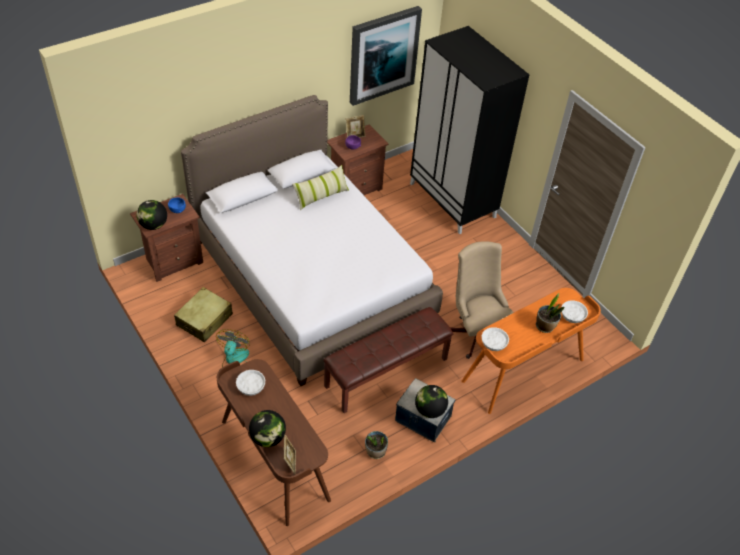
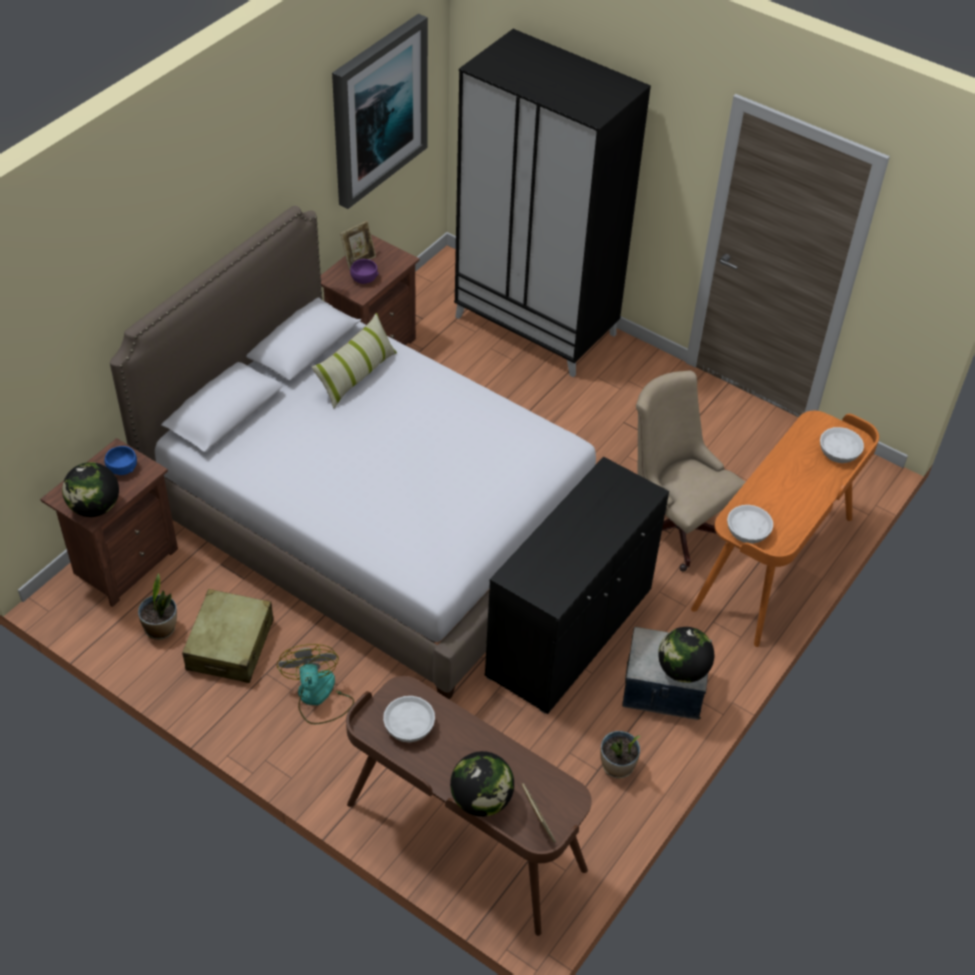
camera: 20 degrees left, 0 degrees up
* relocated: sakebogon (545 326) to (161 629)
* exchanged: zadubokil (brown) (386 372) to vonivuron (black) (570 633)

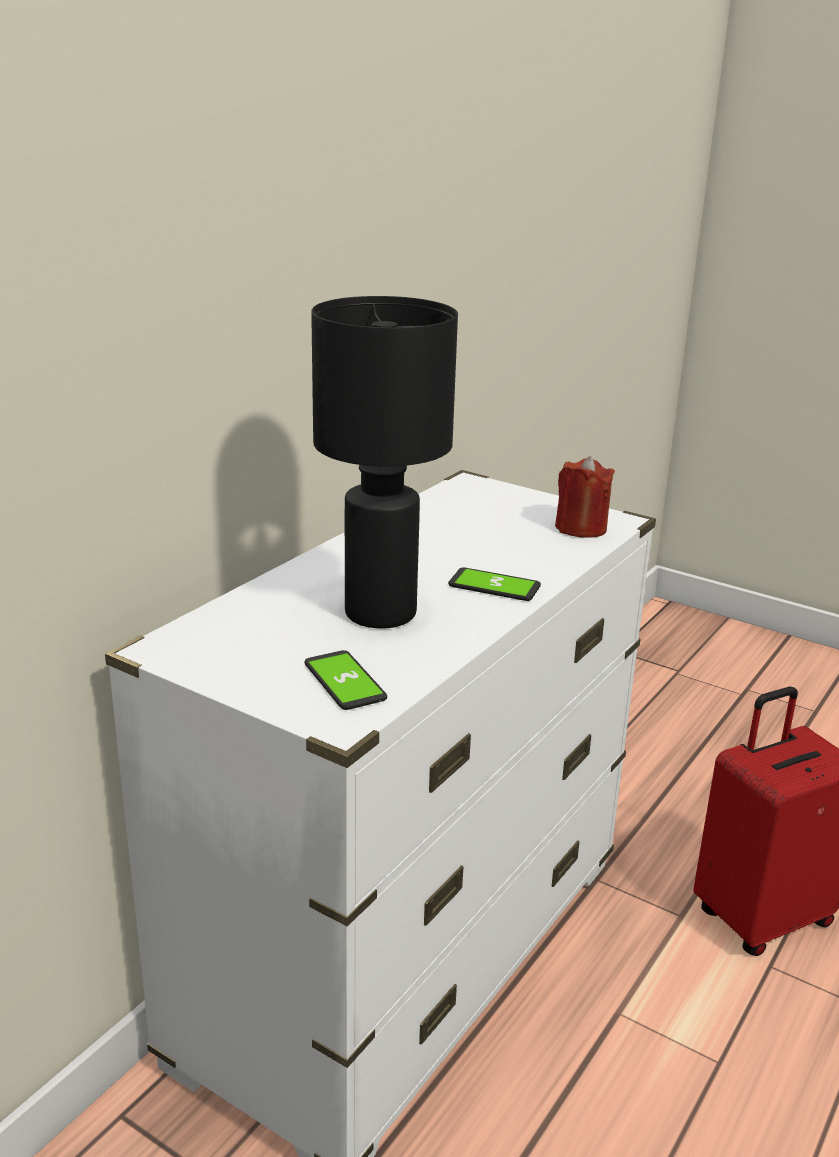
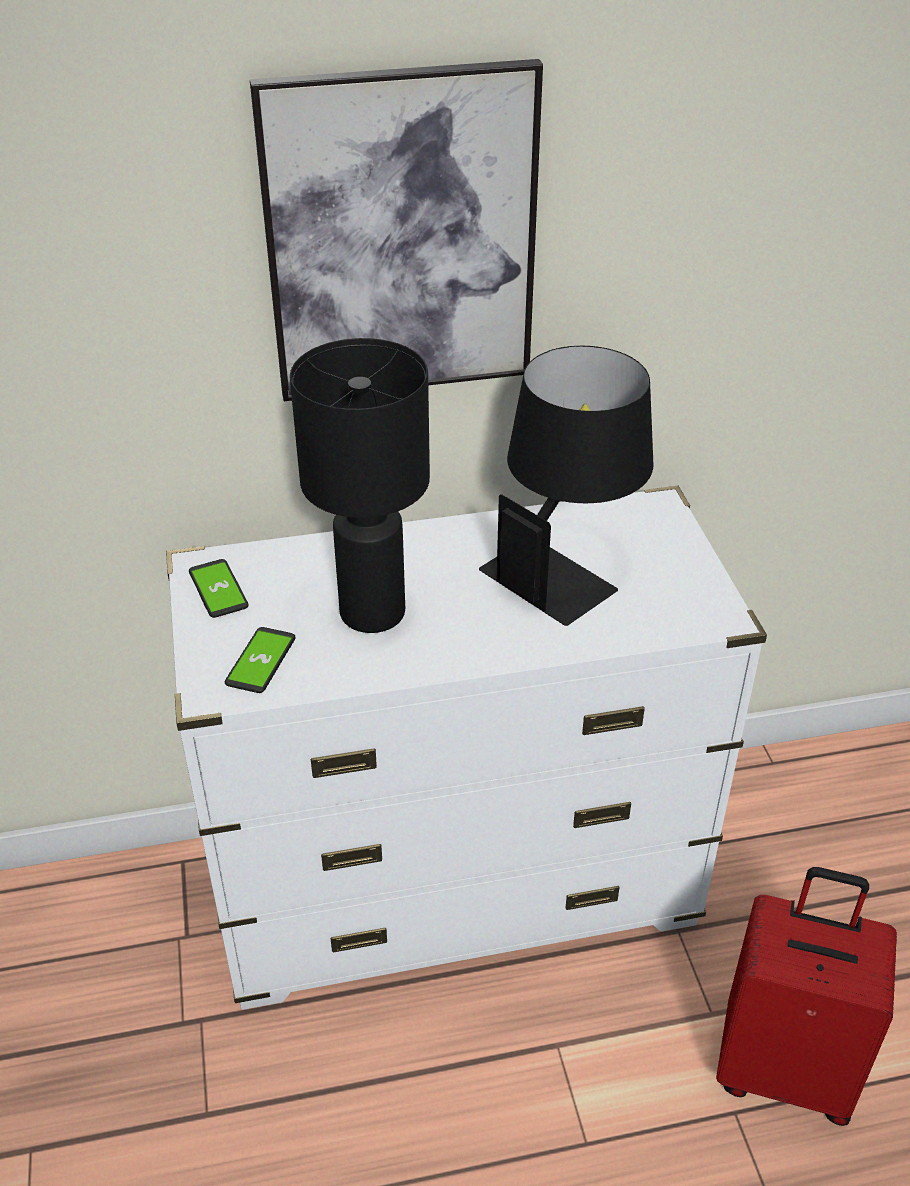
camera: 45 degrees right, 15 degrees up
* missing: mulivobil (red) (581 528)
* relocated: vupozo (494 586) to (218 589)
* appeared: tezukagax (401 237)
* appeared: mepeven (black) (565 567)

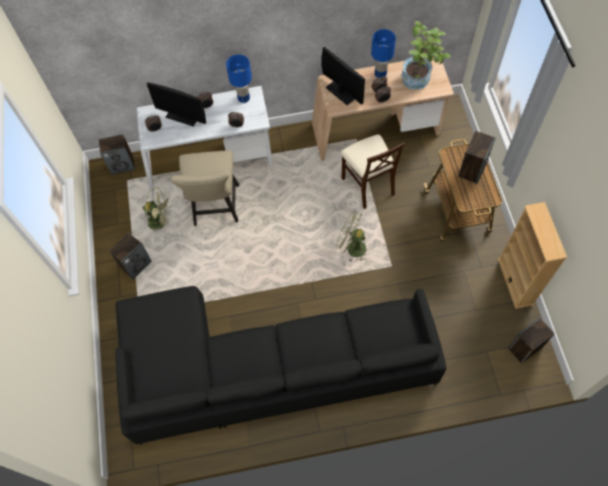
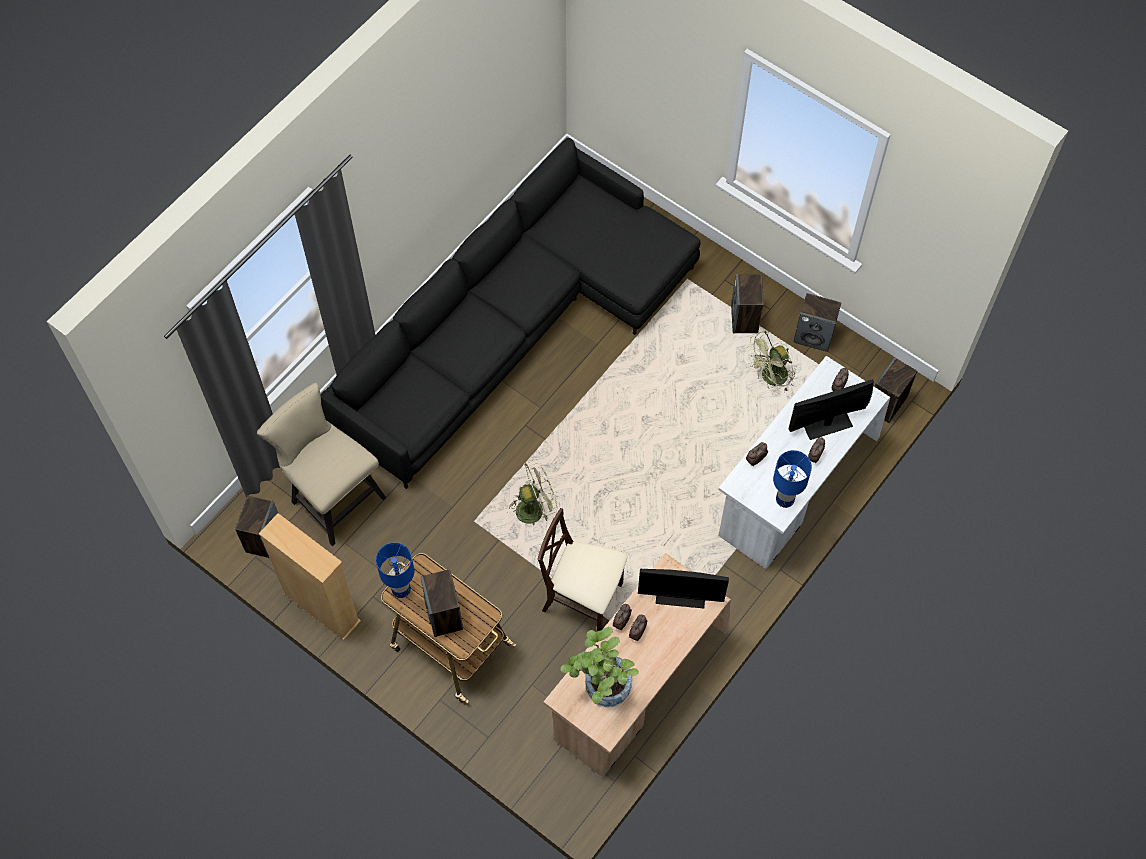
camera: 135 degrees right, 0 degrees up
* relocated: mepeven (blue) (380 74) to (400 589)
* relocated: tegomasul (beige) (215 209) to (332 497)
* appeared: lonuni (814 336)

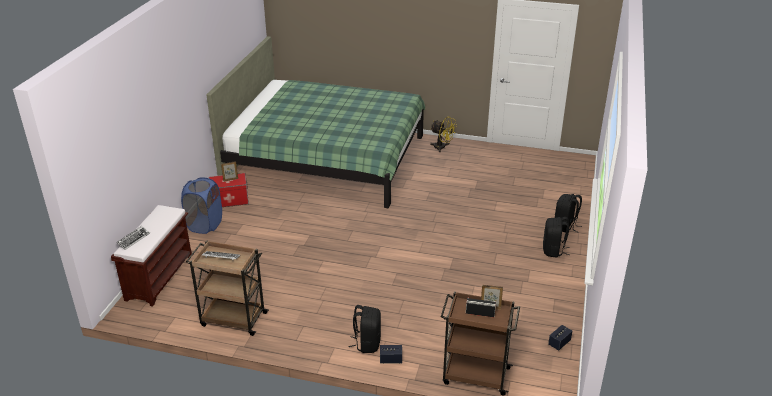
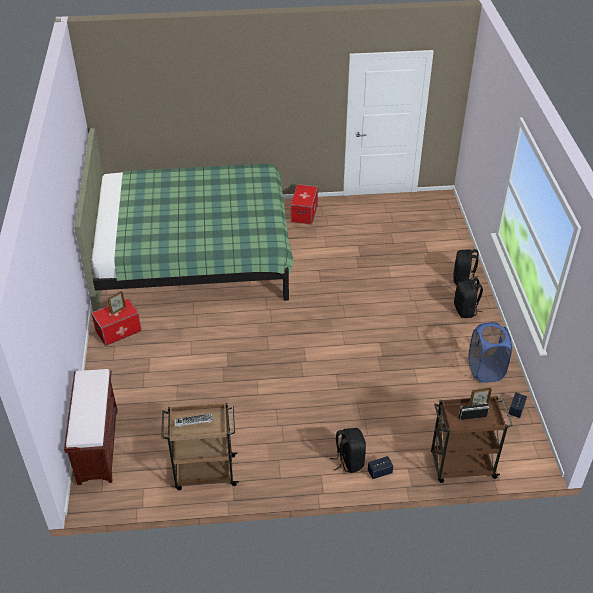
camera: 20 degrees left, 10 degrees up
* exchanged: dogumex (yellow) (442 148) to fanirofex (304 213)
* relocated: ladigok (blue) (205 225) to (485 370)
* missing: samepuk (133 239)

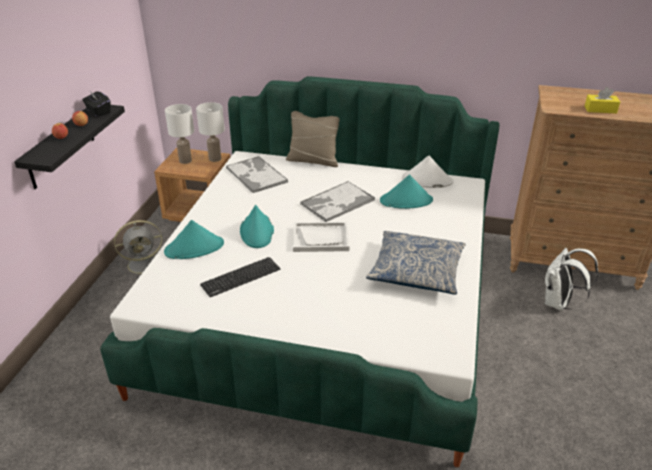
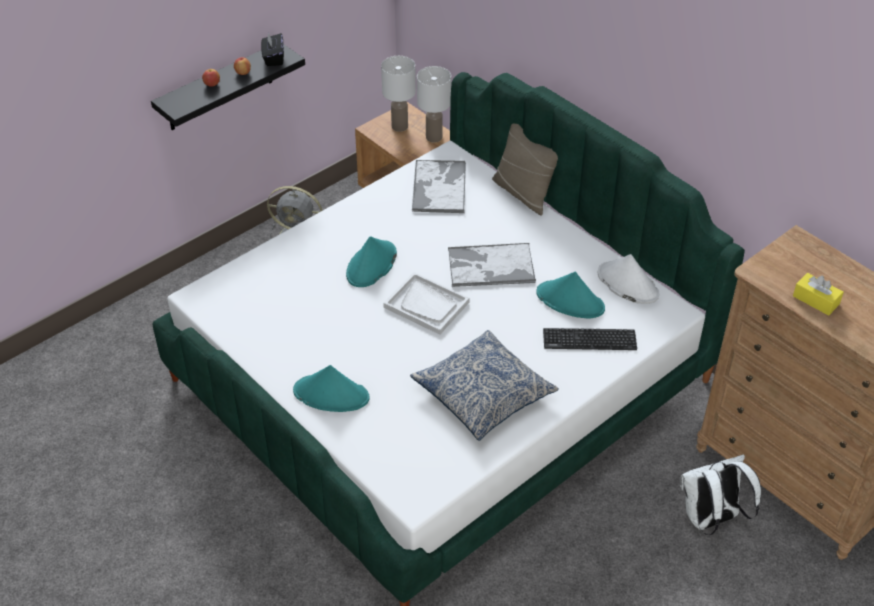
camera: 35 degrees right, 10 degrees up
* relocated: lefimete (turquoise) (194 248) to (331 394)
* relocated: samepuk (241 277) to (589 340)

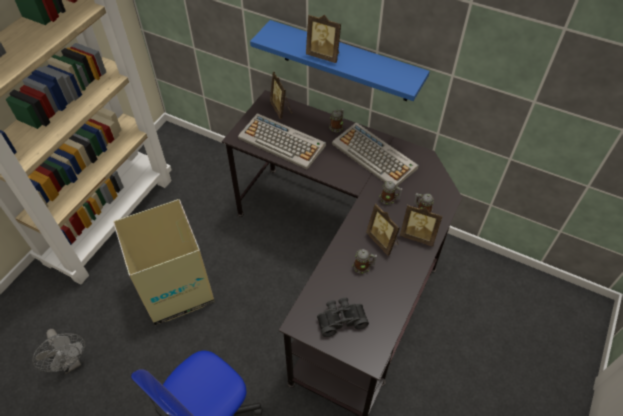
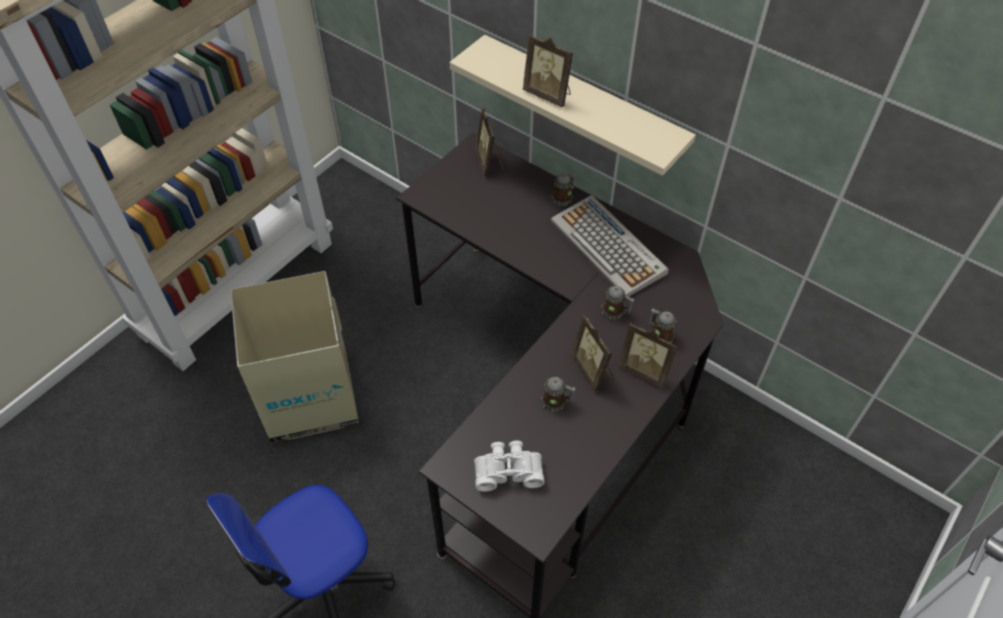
camera: 10 degrees right, 0 degrees up
* colour: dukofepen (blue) (345 62) to dukofepen (beige) (582 106)
* missing: samepuk (282 142)
* colour: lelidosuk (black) (340 318) to lelidosuk (white) (508 469)
* missing: dogumex (grey) (71 362)

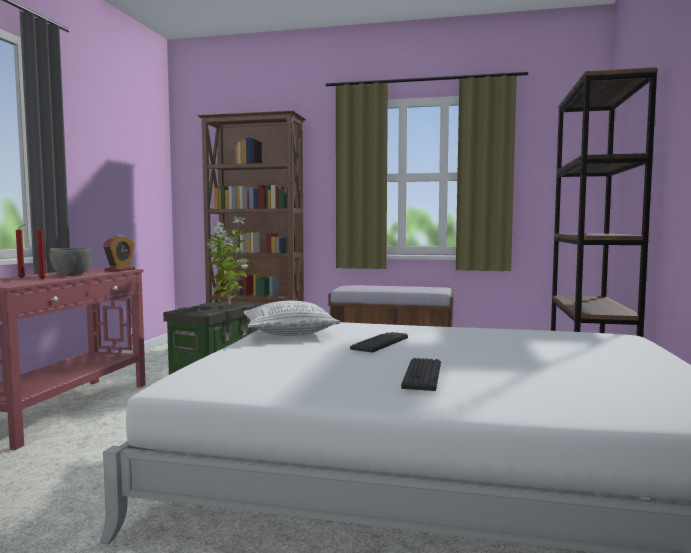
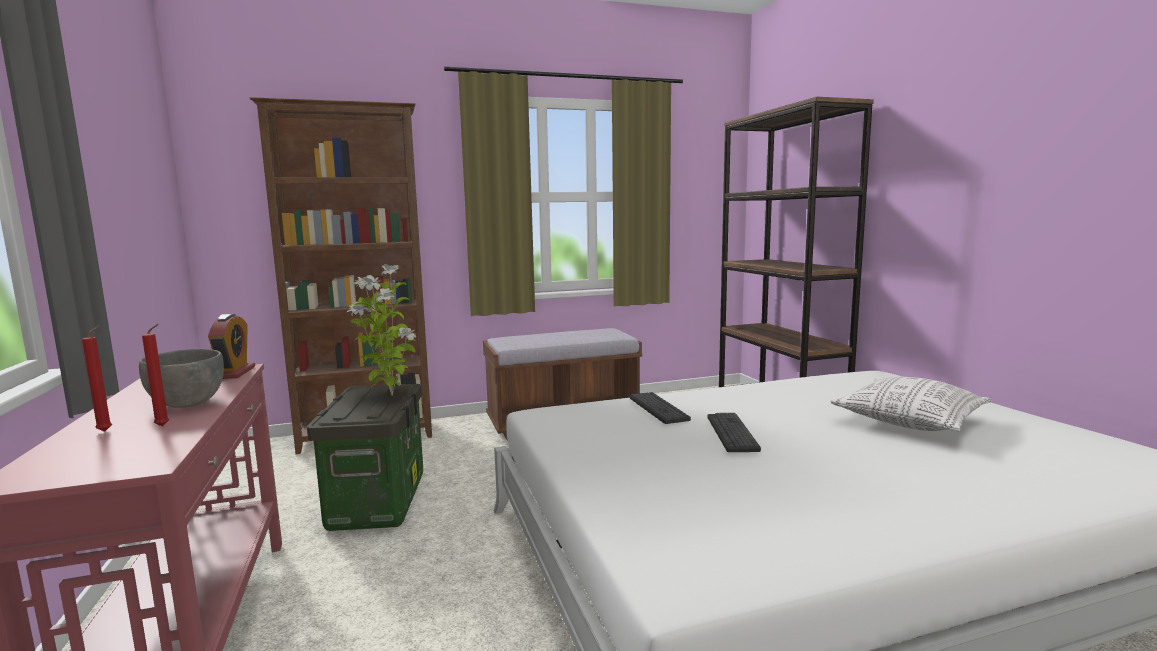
camera: 30 degrees left, 5 degrees up
* relocated: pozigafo (289 332) to (909 421)
* relocated: samepuk (422 375) to (658 408)

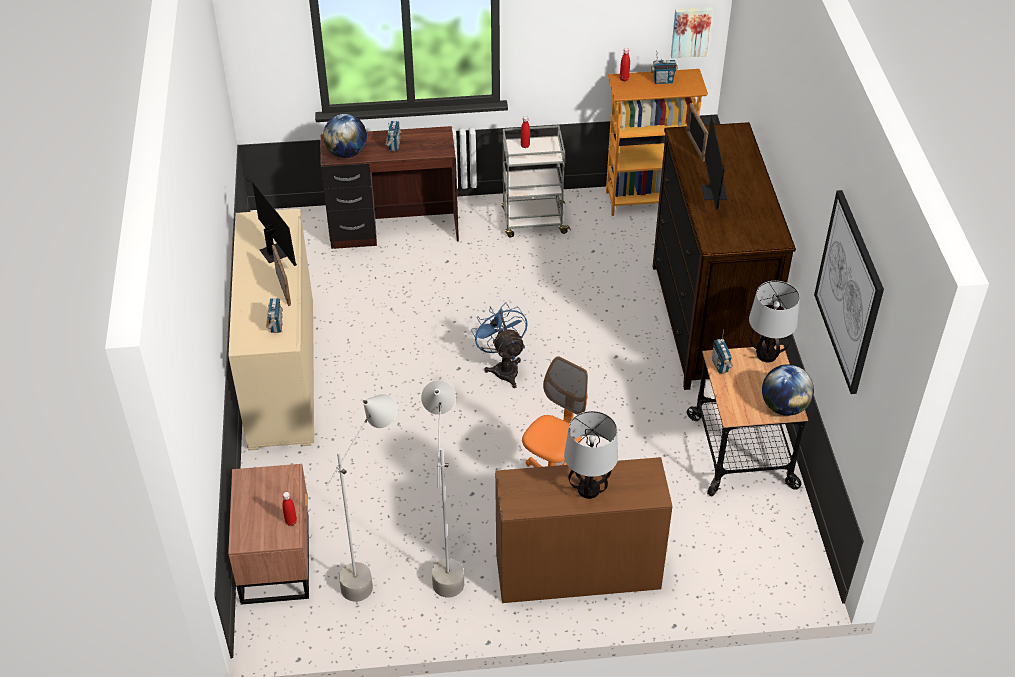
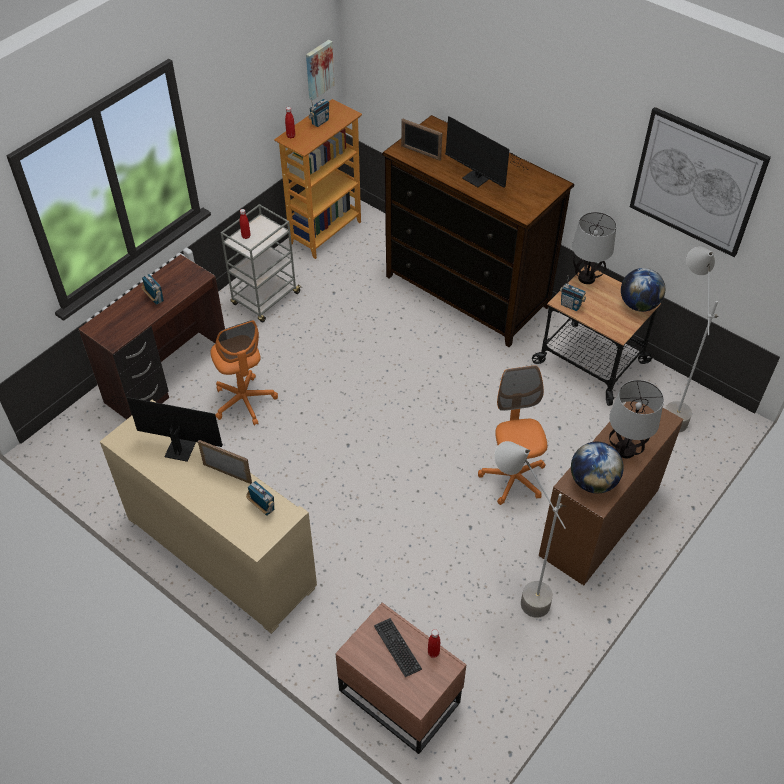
camera: 45 degrees left, 5 degrees up
* relocated: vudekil (346 153) to (593 482)
* missing: dogumex (blue) (503 368)
* relocated: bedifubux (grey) (374 570) to (668 405)
* appeared: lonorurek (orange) (244 401)
* appeared: samepuk (397 648)

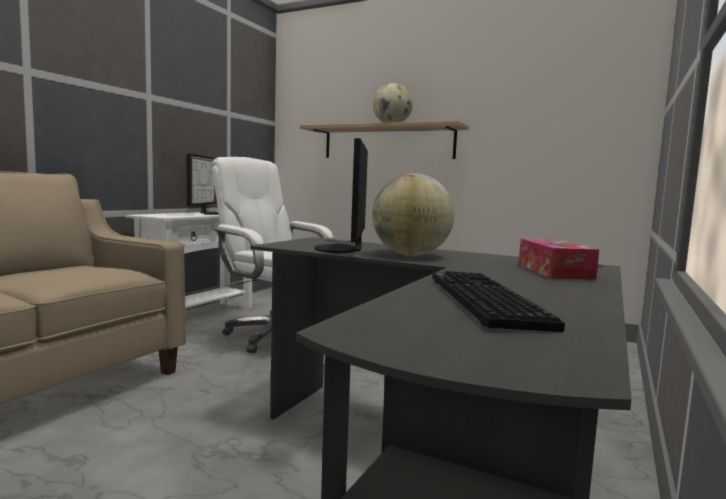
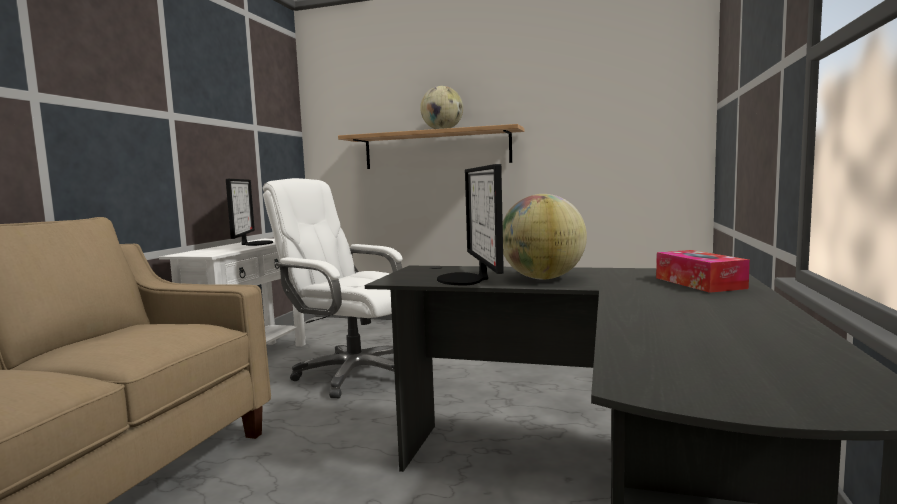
camera: 10 degrees left, 0 degrees up
* missing: samepuk (480 300)

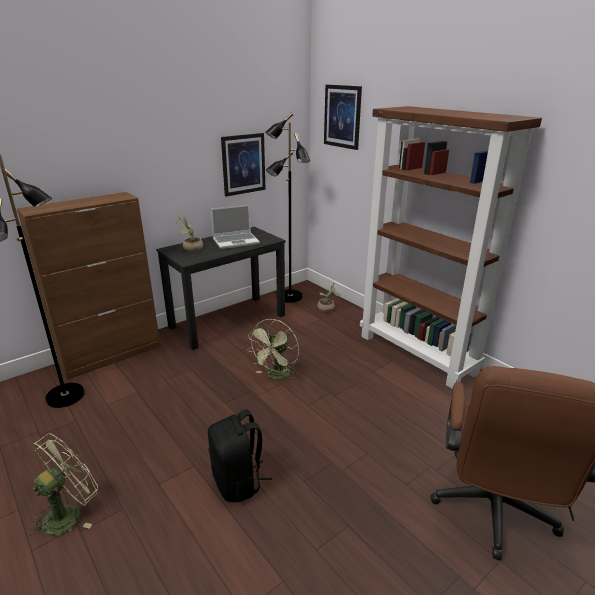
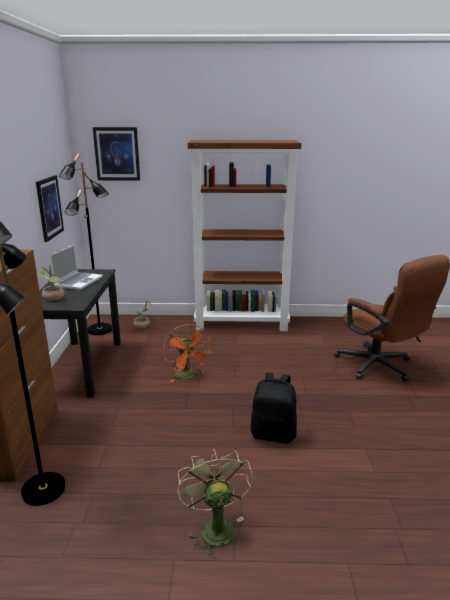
camera: 50 degrees left, 5 degrees down
* colour: dogumex (green) (276 376) to dogumex (orange) (188 376)

